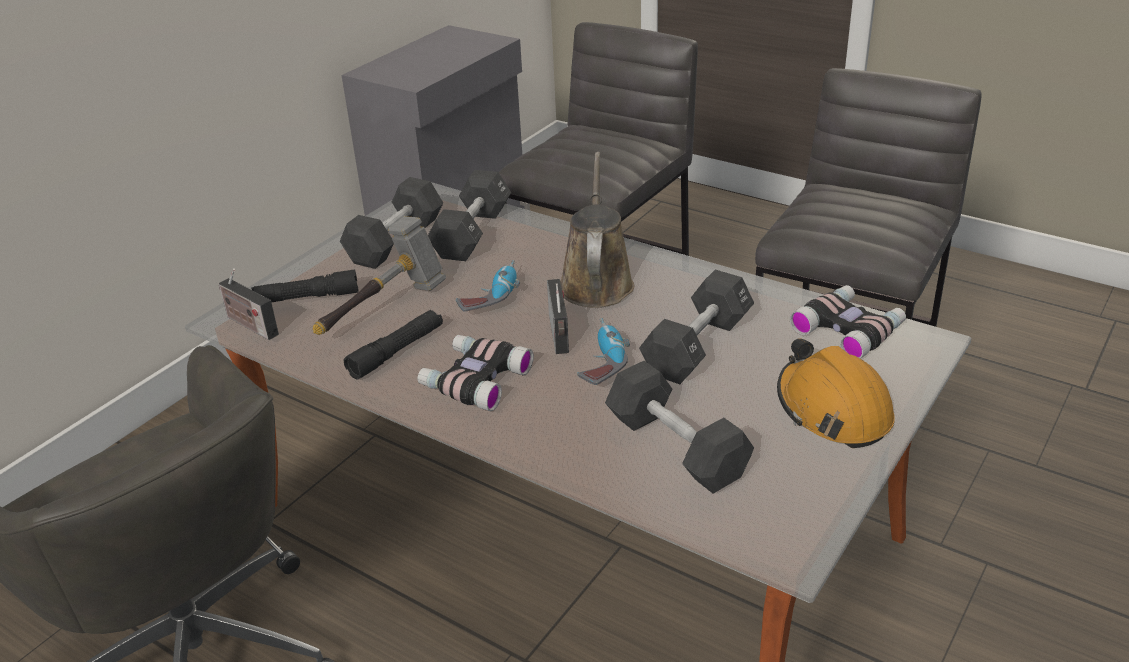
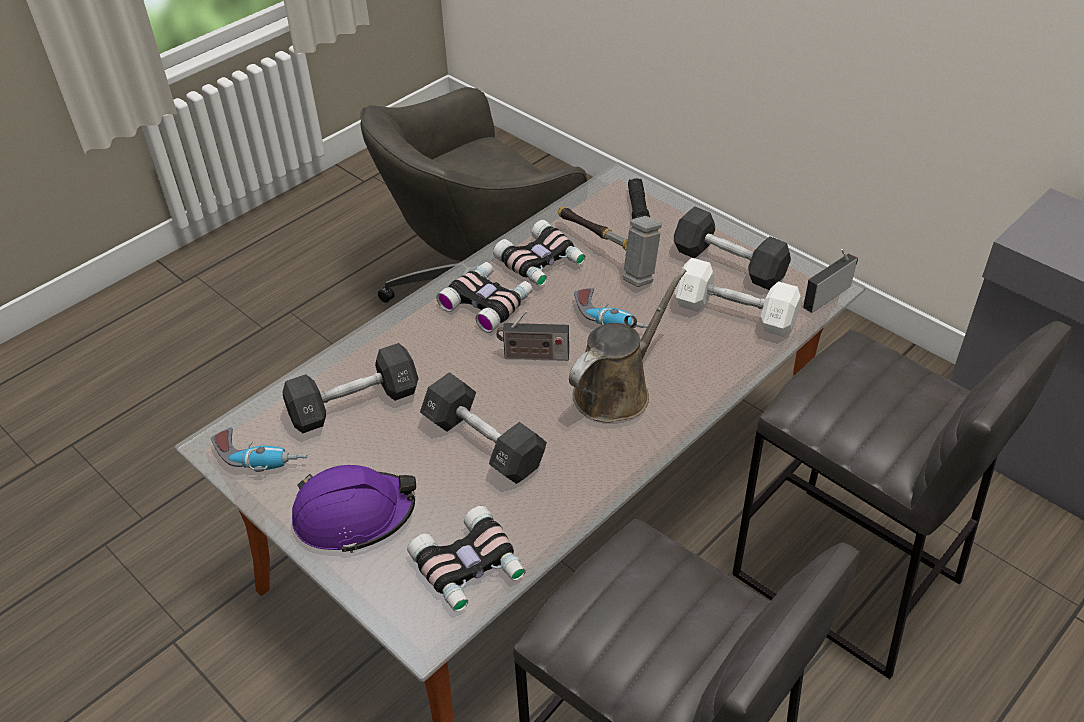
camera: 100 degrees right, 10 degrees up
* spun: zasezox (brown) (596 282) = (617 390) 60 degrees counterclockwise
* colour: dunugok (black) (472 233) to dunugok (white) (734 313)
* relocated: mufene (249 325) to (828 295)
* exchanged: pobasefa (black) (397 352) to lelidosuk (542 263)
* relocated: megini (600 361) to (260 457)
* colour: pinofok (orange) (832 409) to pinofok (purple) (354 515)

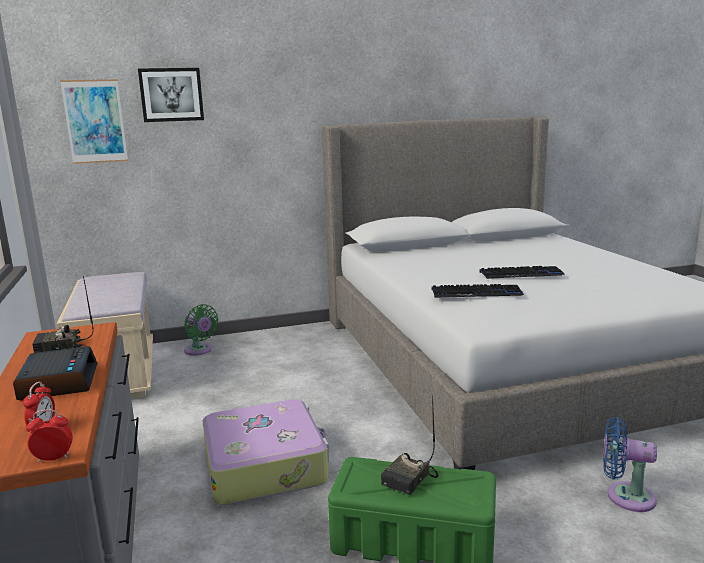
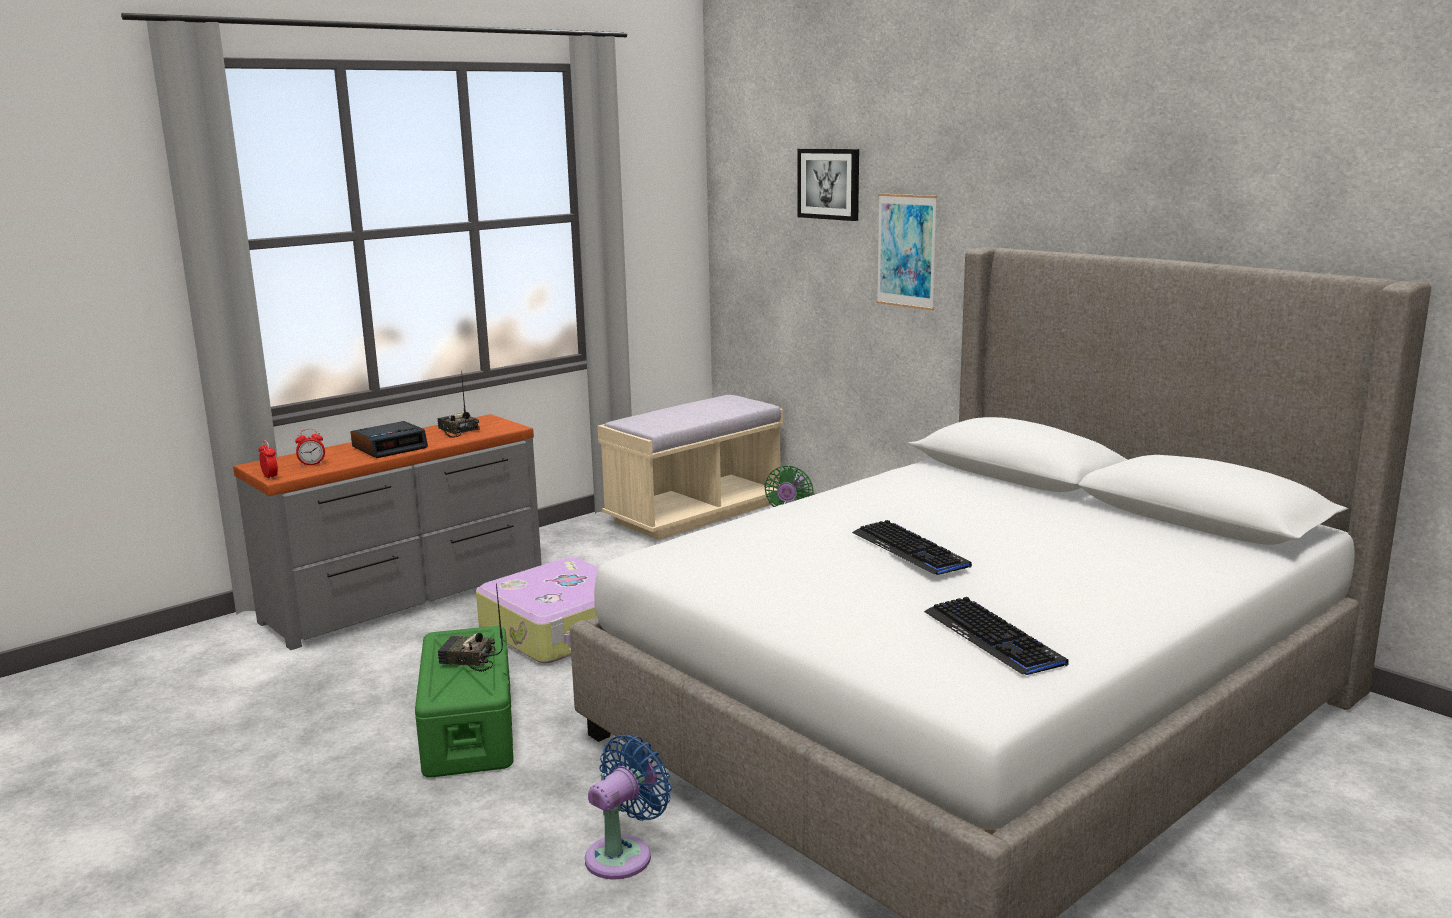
camera: 65 degrees right, 0 degrees up
* relocated: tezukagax (95 121) to (906 251)
* relocated: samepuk (476 293) to (993 638)
* spun: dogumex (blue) (625 496) = (624 854) 45 degrees clockwise

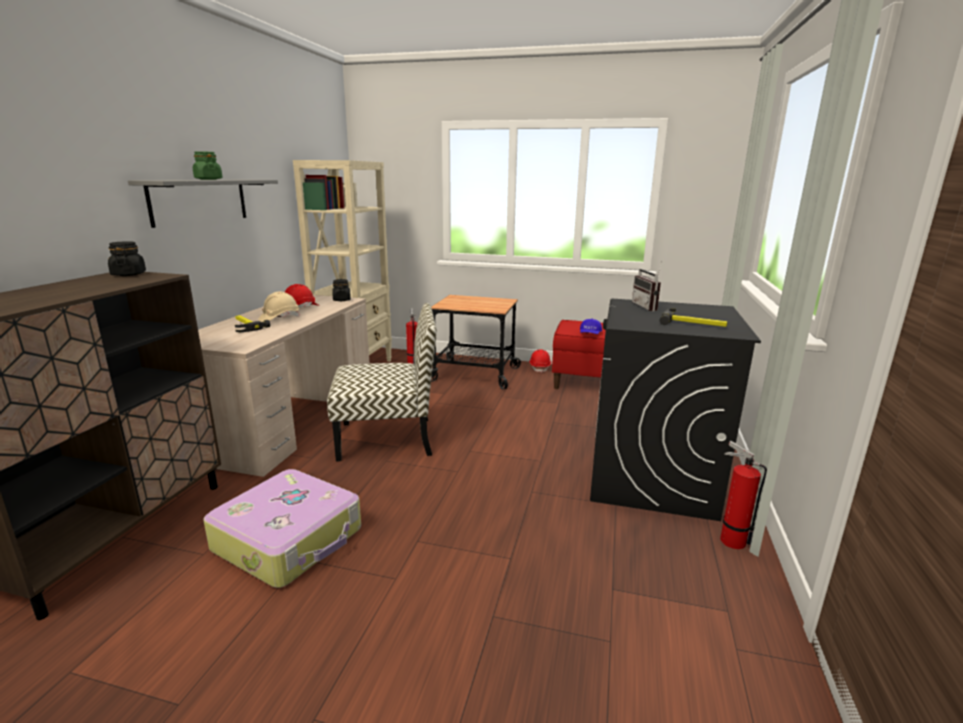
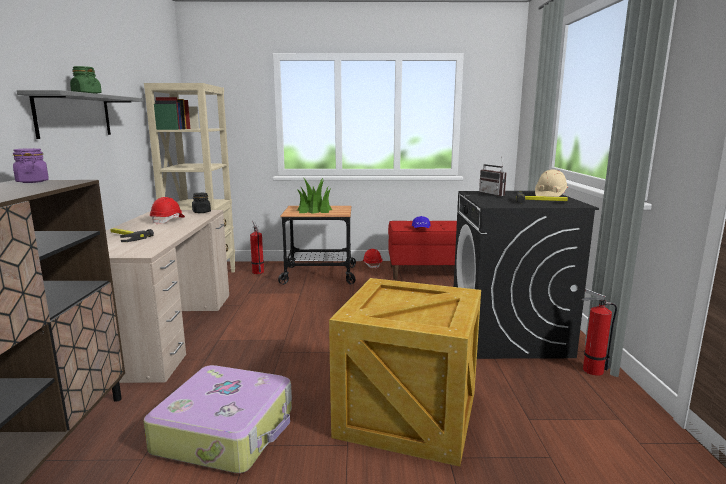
camera: 15 degrees left, 5 degrees down
* colour: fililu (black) (129 274) to fililu (purple) (32 181)
* relocated: pinofok (beige) (279 318) to (550 196)
* missing: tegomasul (388 438)
* appeared: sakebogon (314 210)
* appeared: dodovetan (405 414)

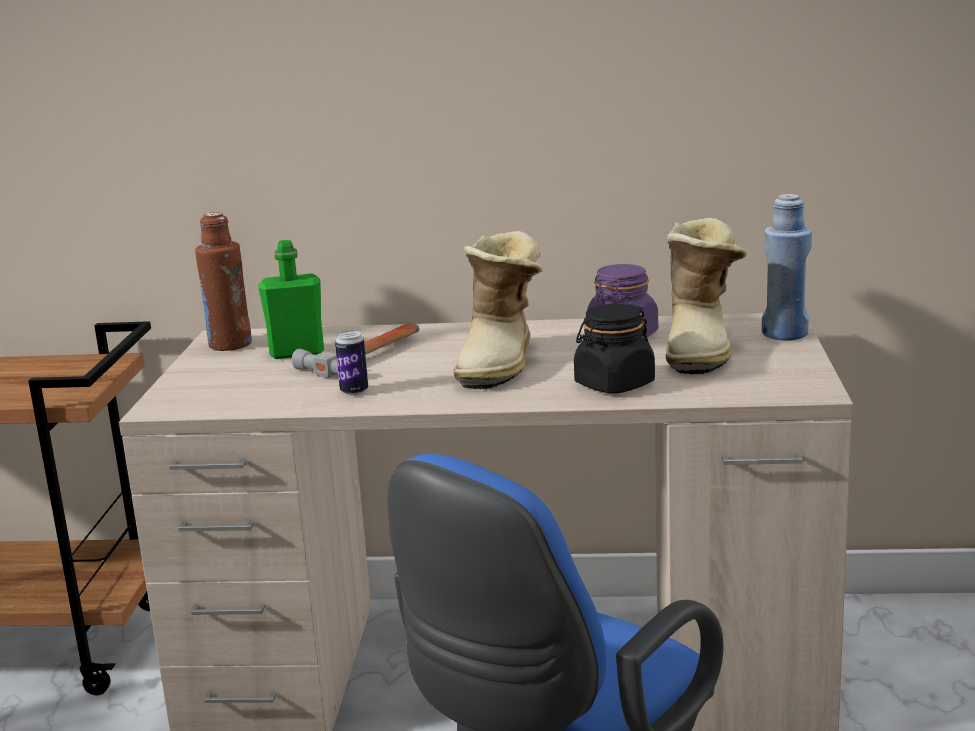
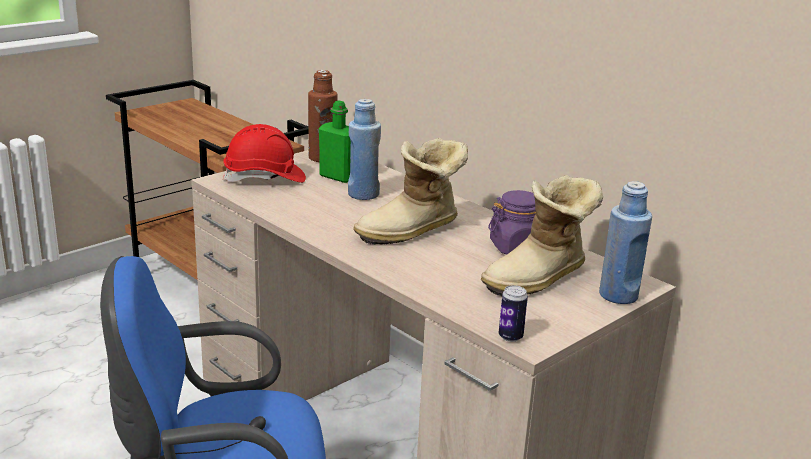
camera: 40 degrees right, 5 degrees up
* missing: fililu (black) (614 384)
* exchanged: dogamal (368 356) to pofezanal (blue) (363 194)
* relocated: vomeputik (354 391) to (510 337)
* appeared: pinofok (red) (265 178)

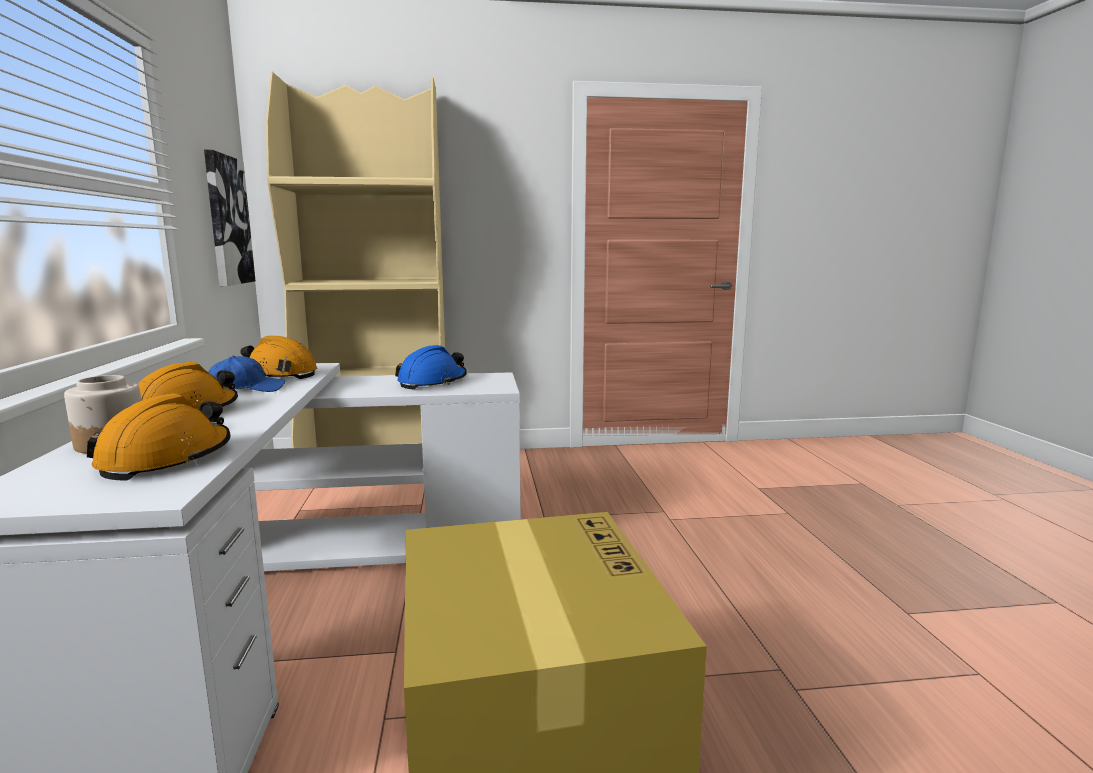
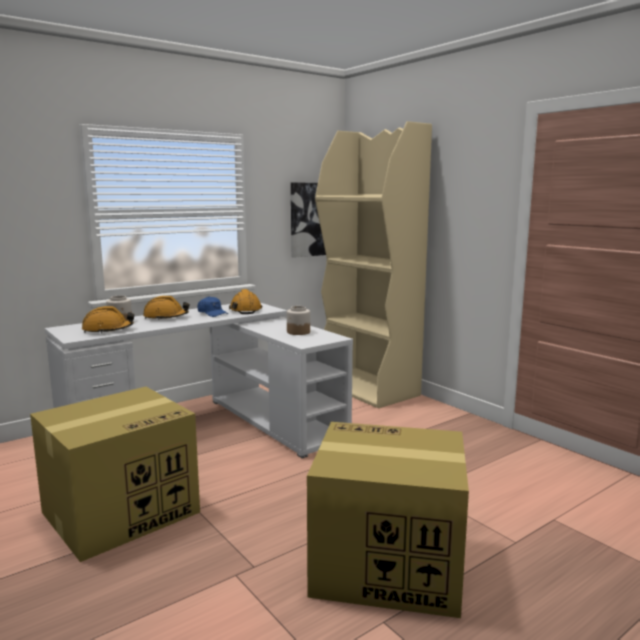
camera: 60 degrees right, 0 degrees up
* exchanged: pinofok (blue) (432 382) to fililu (298 332)
* appeared: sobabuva (385 565)

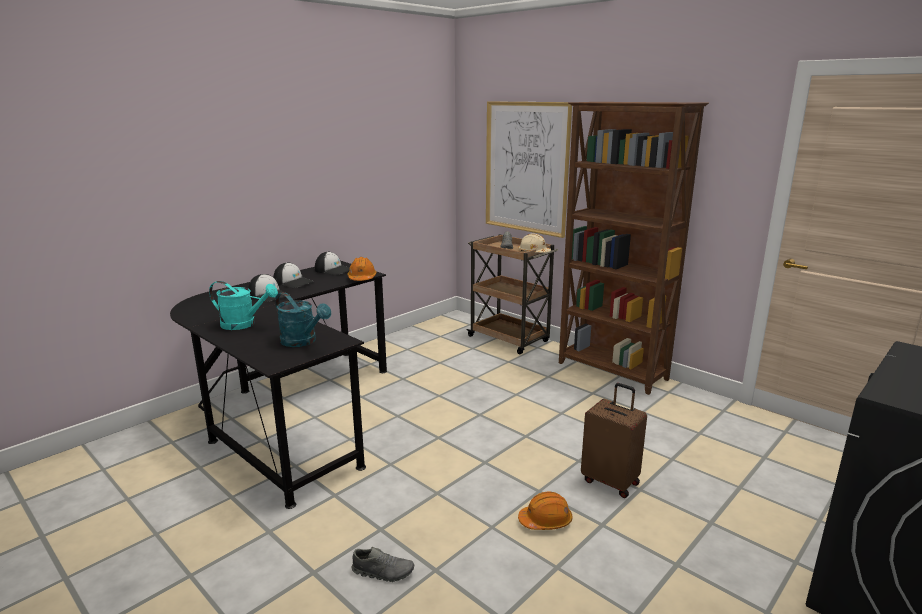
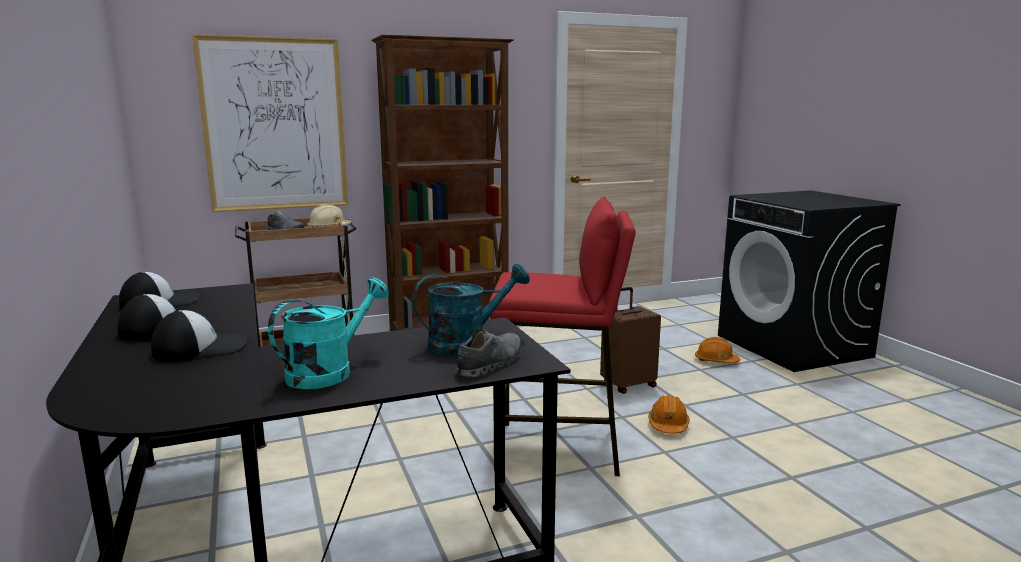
camera: 65 degrees left, 5 degrees down
* relocated: pinofok (orange) (362 278) to (716 361)
* relocated: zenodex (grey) (383 572) to (489 364)
* appeared: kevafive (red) (558 449)

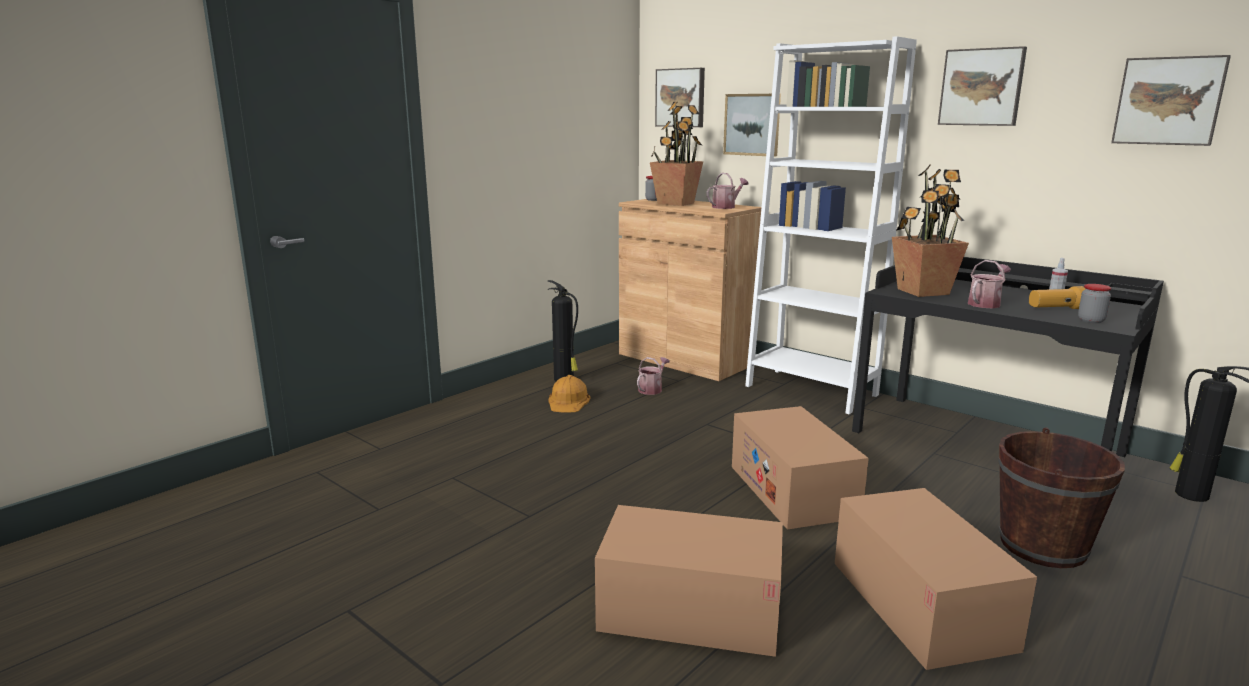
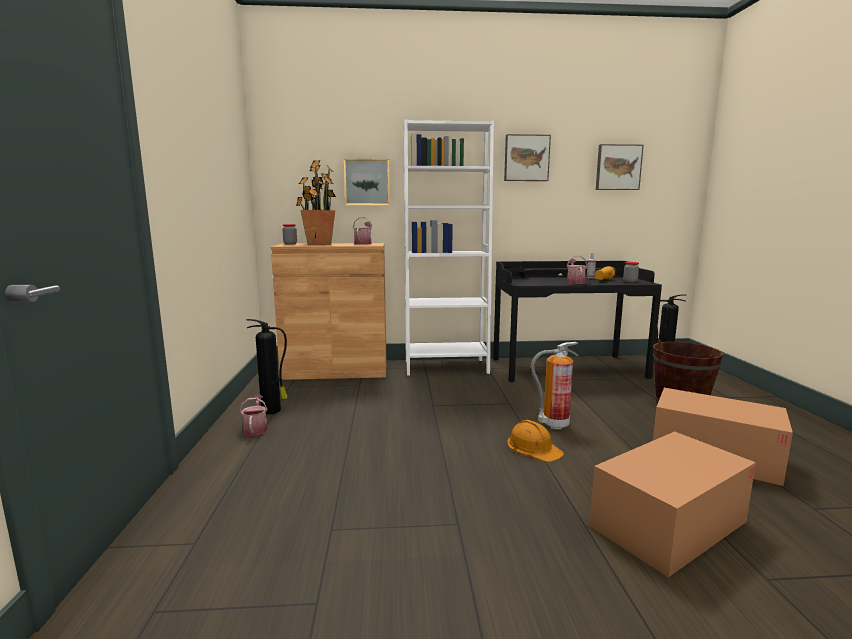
camera: 45 degrees left, 5 degrees down
* missing: tezukagax (681 98)
* missing: sakebogon (923 291)
* relocated: zasezox (652 389) to (255 428)
* relocated: pinofok (orange) (568 401) to (533 447)
* exchanged: sobabuva (792 490) to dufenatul (554 425)

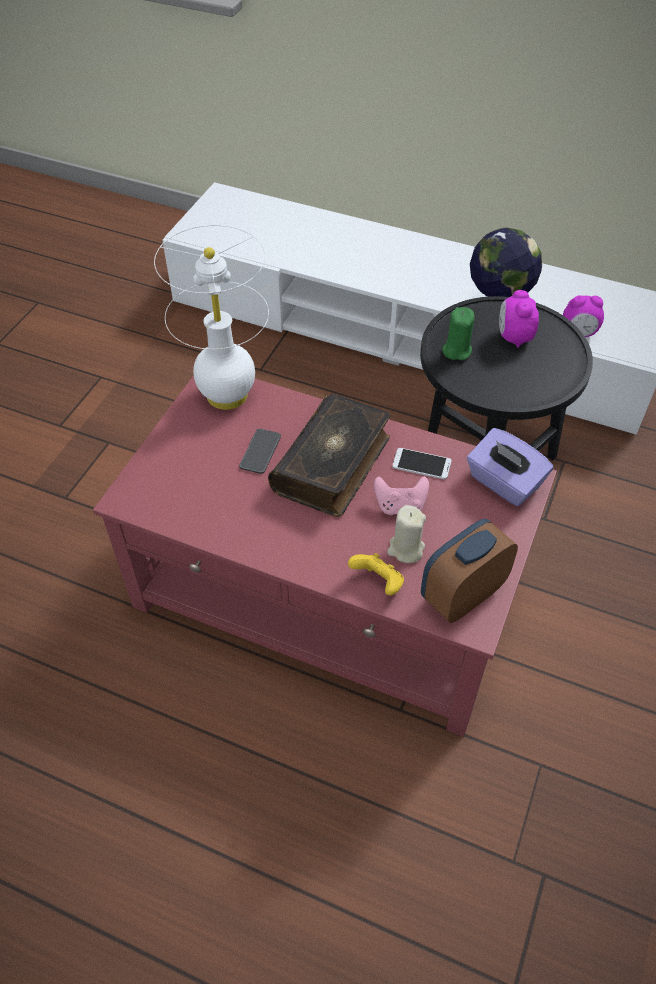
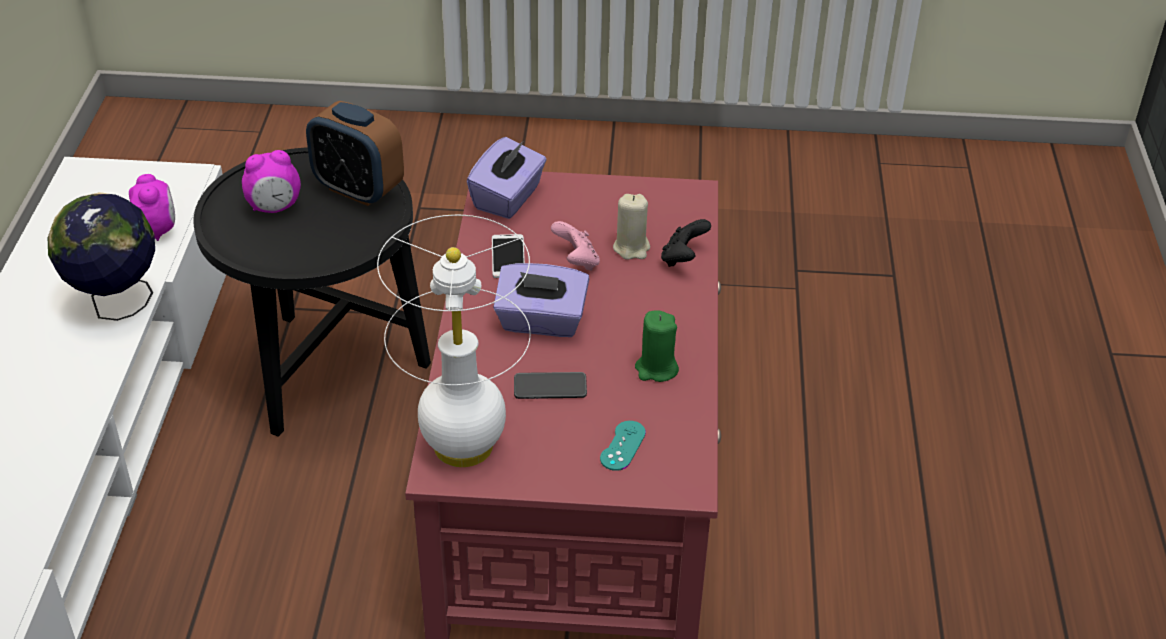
camera: 110 degrees left, 10 degrees down
* relocated: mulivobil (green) (456 350) to (656 369)
* exchanged: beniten (333 464) to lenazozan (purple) (541 322)
* relocated: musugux (462 595) to (358 189)
* colour: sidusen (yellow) (378 582) to sidusen (black) (683 258)
* appeared: sidusen (turquoise) (622 446)

